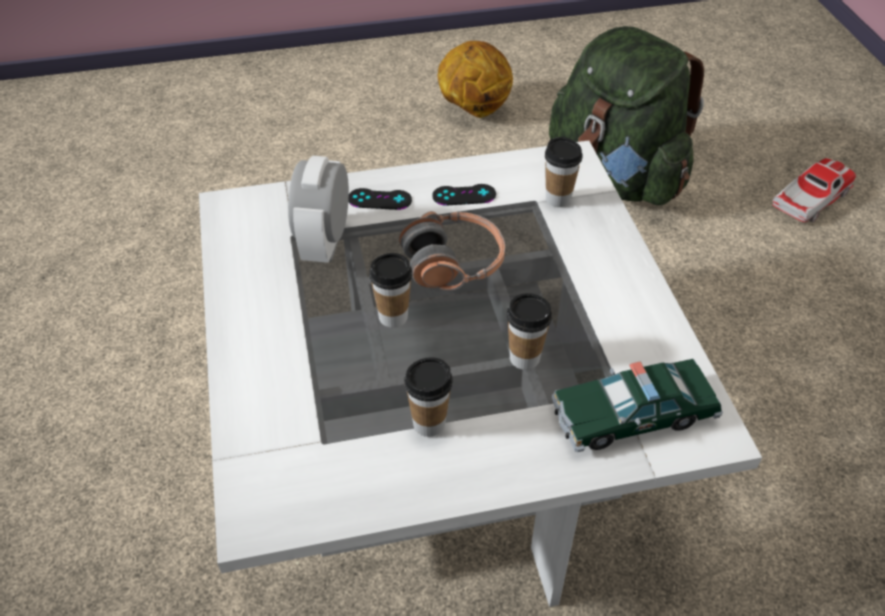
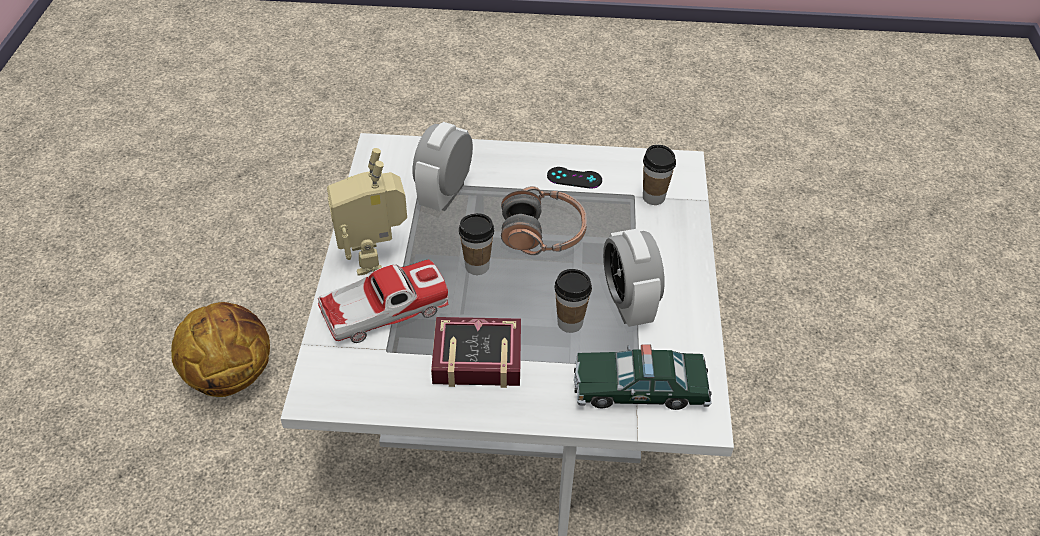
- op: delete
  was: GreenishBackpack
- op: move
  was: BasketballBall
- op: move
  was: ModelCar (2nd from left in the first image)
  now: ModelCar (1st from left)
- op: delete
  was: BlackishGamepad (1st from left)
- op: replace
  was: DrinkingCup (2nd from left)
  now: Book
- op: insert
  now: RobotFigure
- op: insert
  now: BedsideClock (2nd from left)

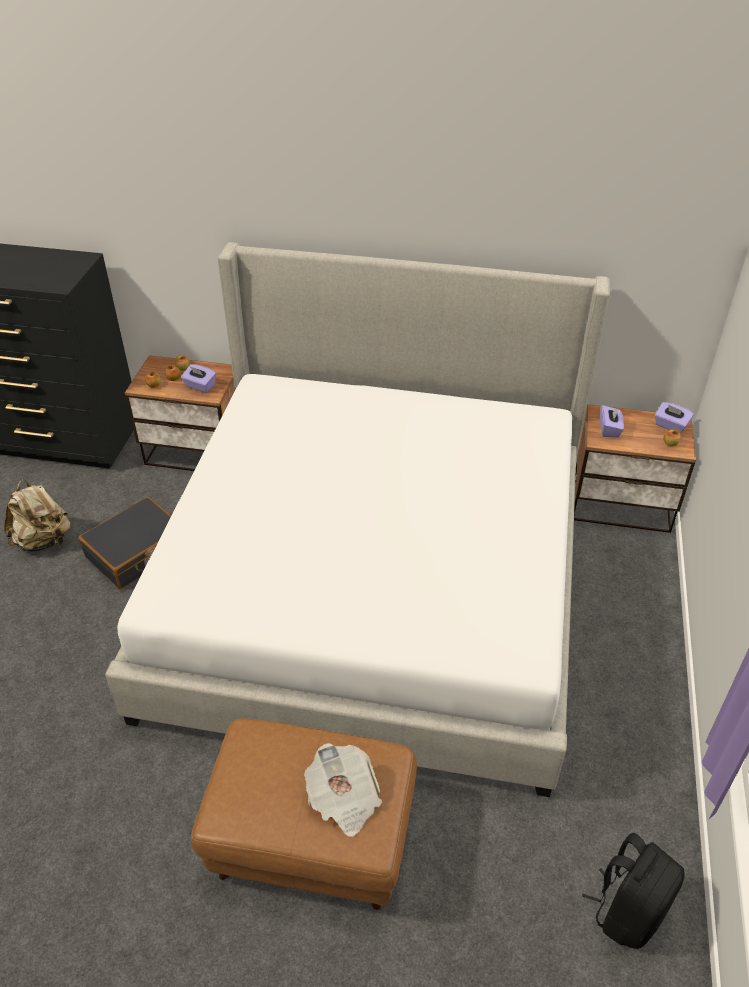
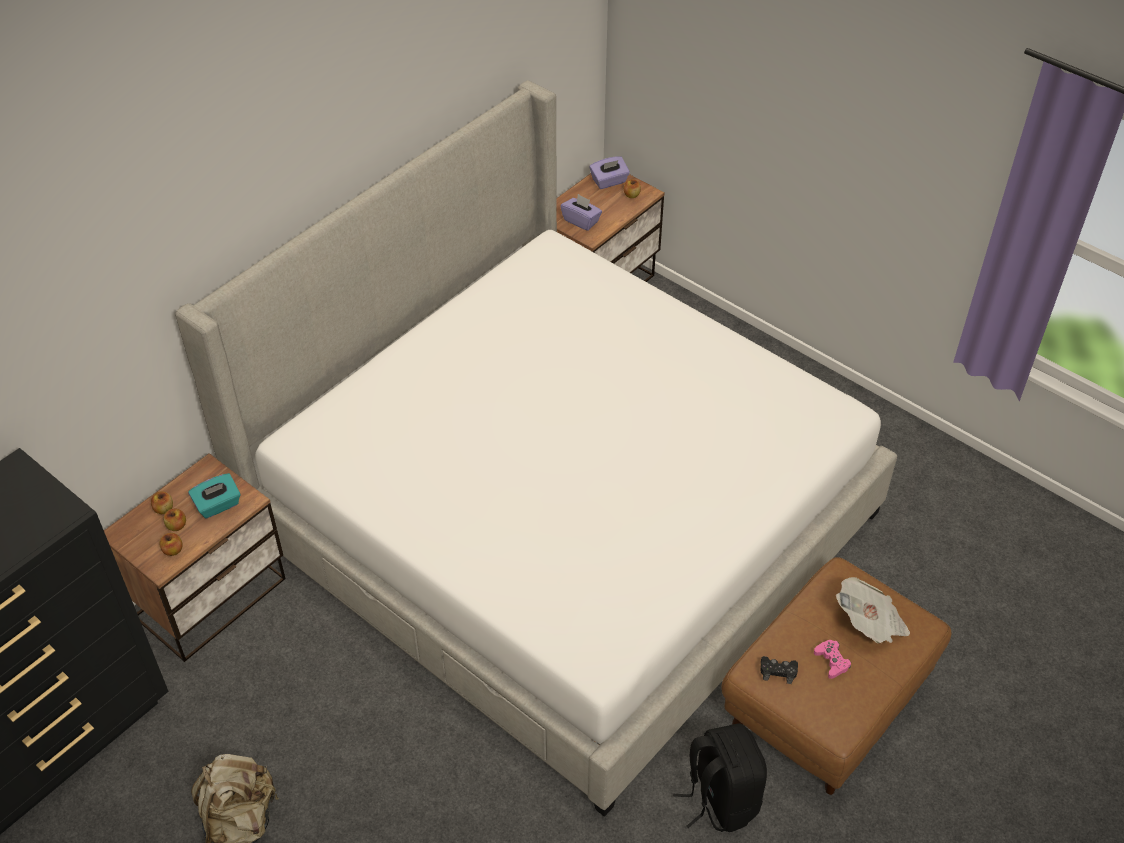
- op: recolor
  was: PurpleBoxOfTissues (1st from left)
  now: TurquoiseColouredBoxOfTissues
- op: delete
  was: BlackishPieceOfLuggage
- op: move
  was: BlackishBackpack
- op: insert
  now: PinkGamepad
- op: insert
  now: BlackishGamepad

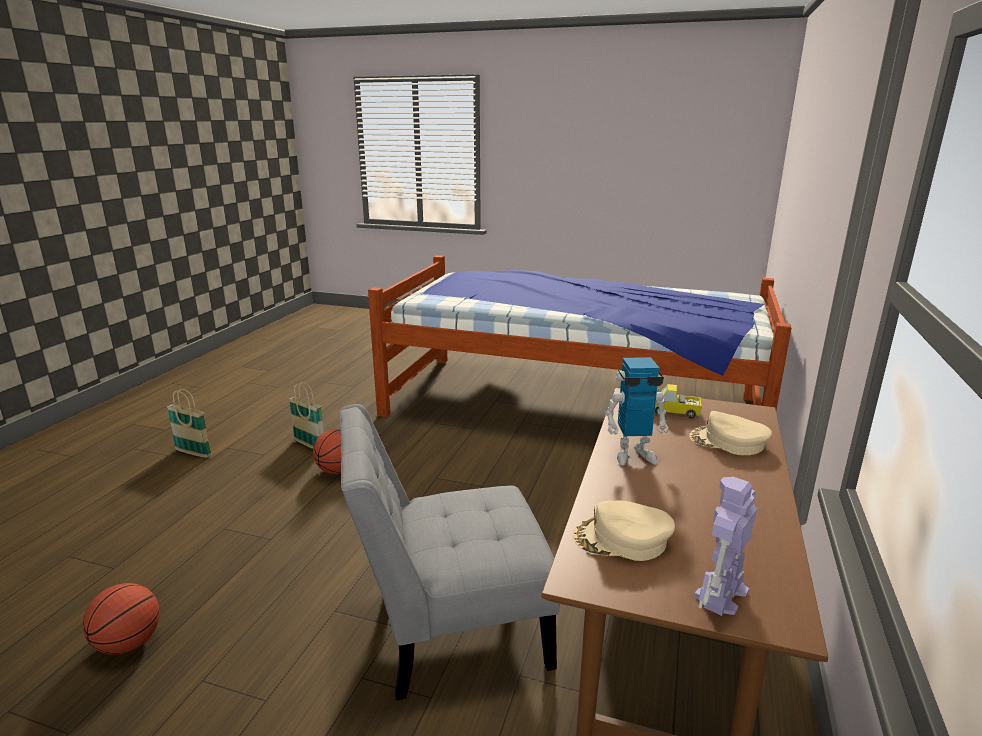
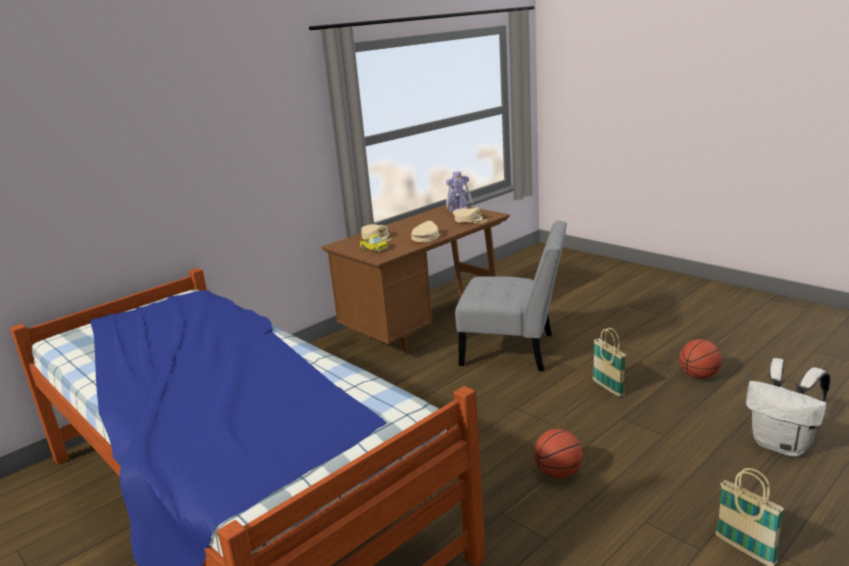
- op: replace
  was: RobotFigure (1st from left)
  now: BeigeColouredBaseballCap (2nd from left)
- op: move
  was: HouseholdBasket (2nd from left in the first image)
  now: HouseholdBasket (1st from left)
- op: insert
  now: WhiteColouredBackpack

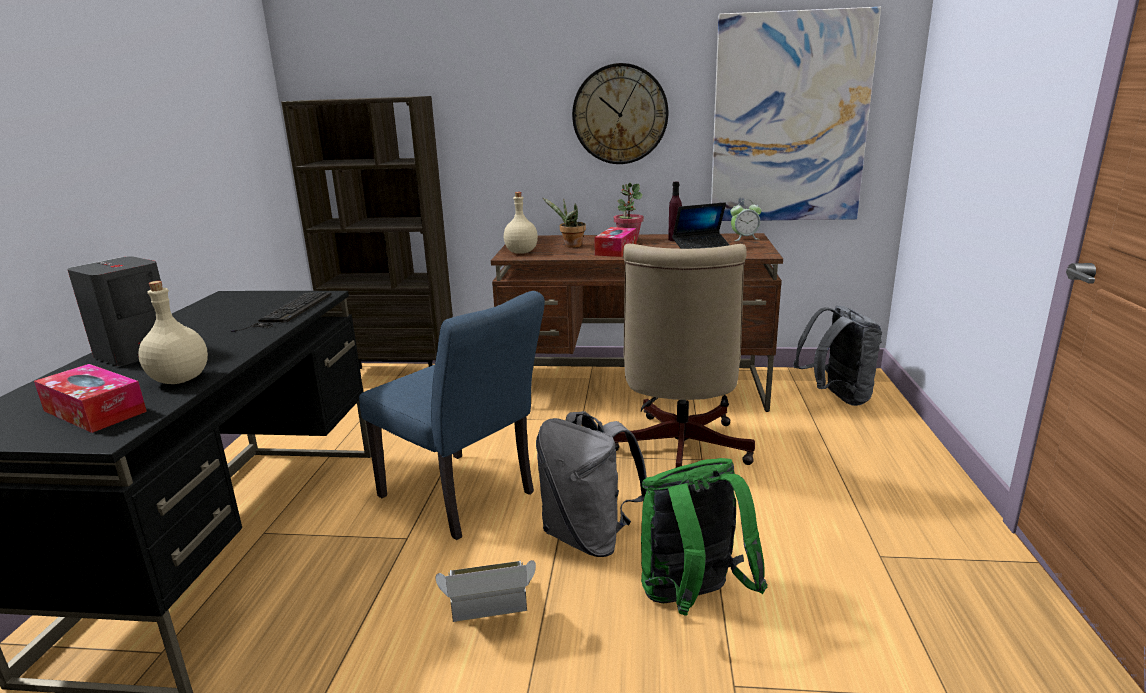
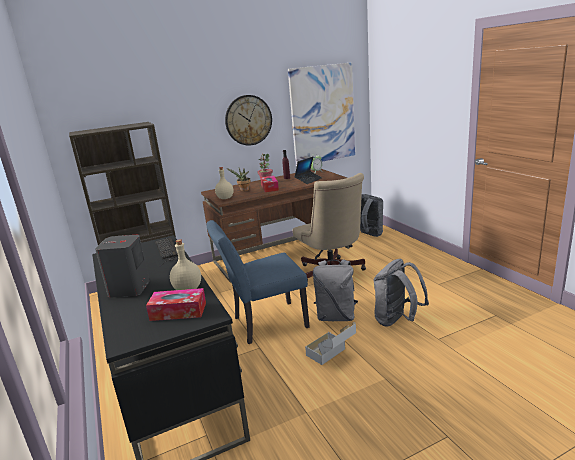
- op: rotate
  was: BluishChair
  clockwise: 150
- op: recolor
  was: GreenishBackpack
  now: GreyishBackpack (3rd from left)

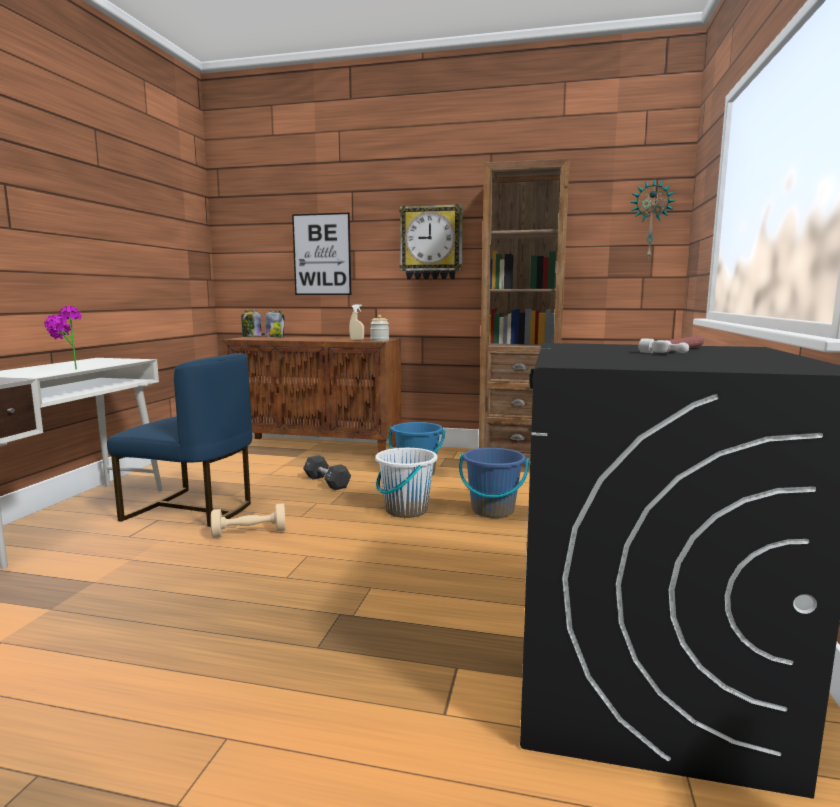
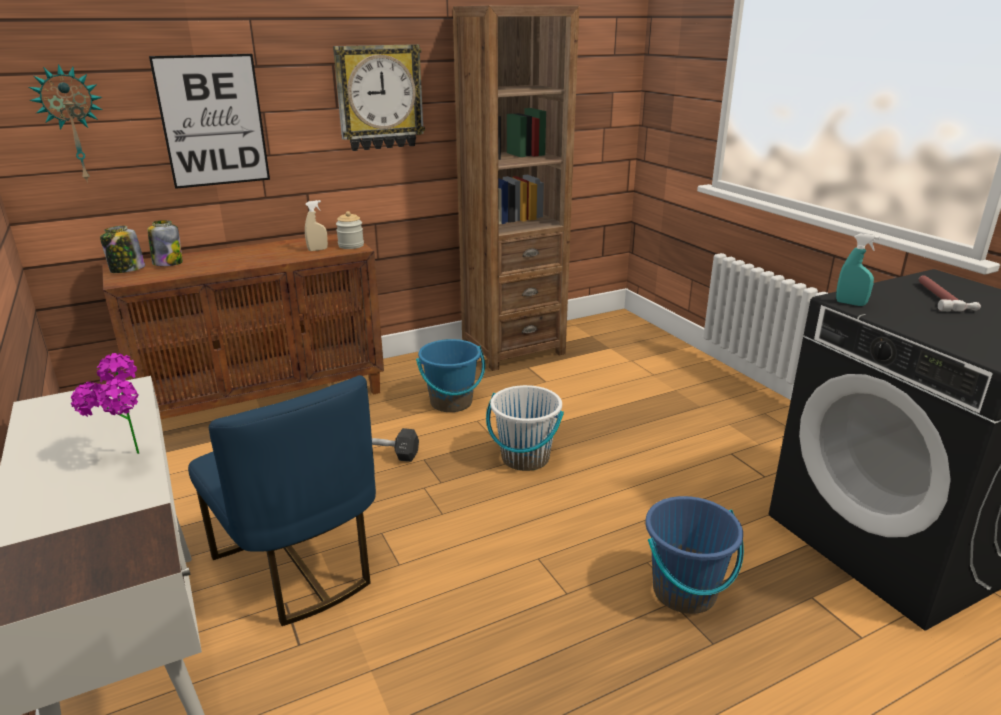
- op: move
  was: WallClock (2nd from left in the first image)
  now: WallClock (1st from left)
- op: rotate
  was: BluishChair
  clockwise: 75
- op: move
  was: BluishBucket (2nd from left)
- op: delete
  was: BeigeColouredHandWeight
- op: insert
  now: TurquoiseColouredSprayBottle

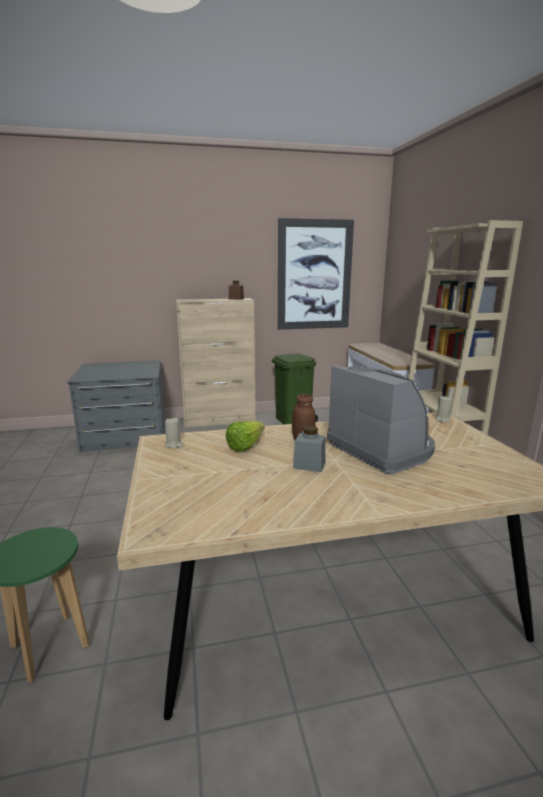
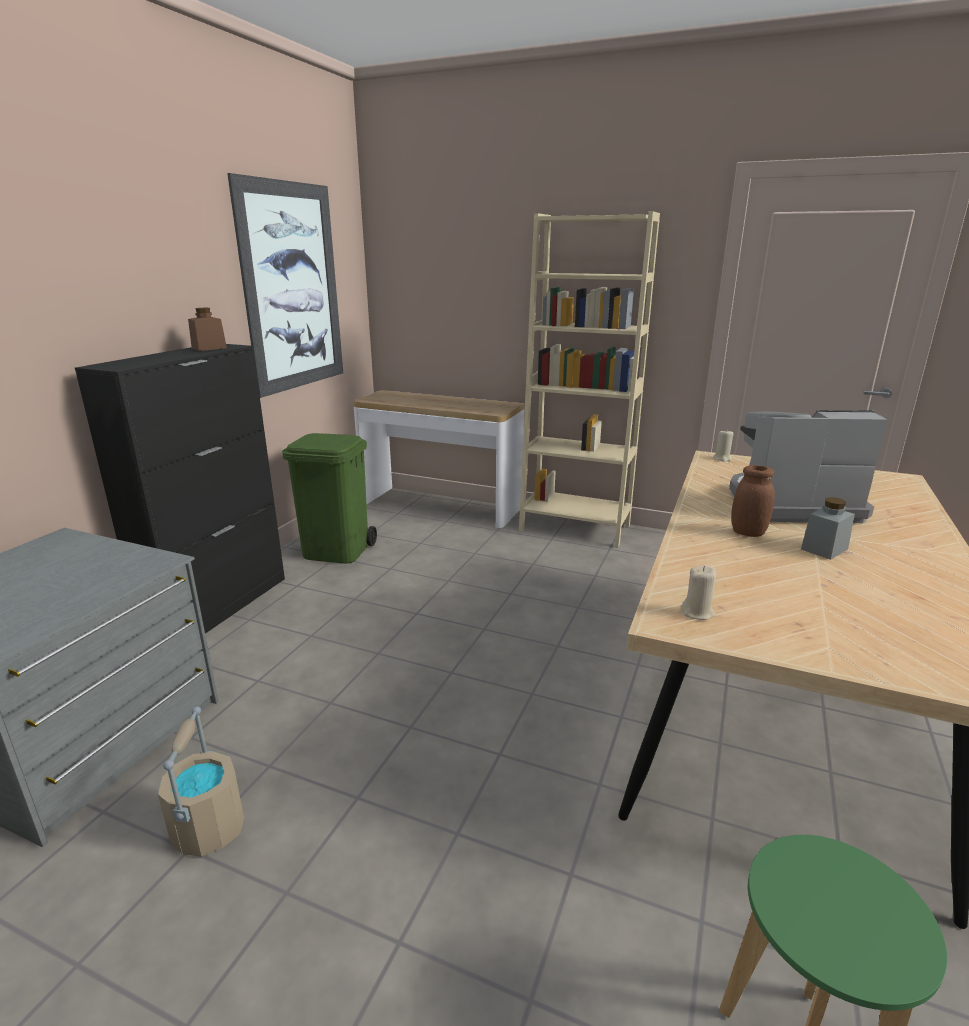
- op: recolor
  was: BeigeColouredCupboard
  now: BlackishCupboard
- op: delete
  was: Lettuce
- op: insert
  now: BeigeColouredBucket

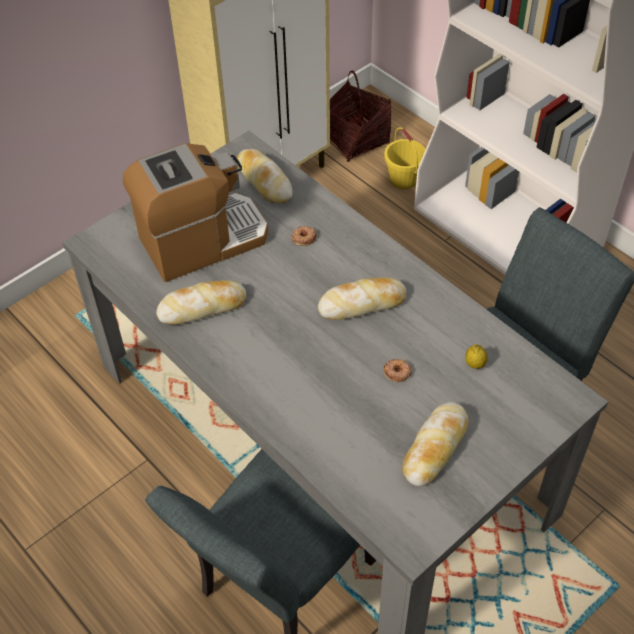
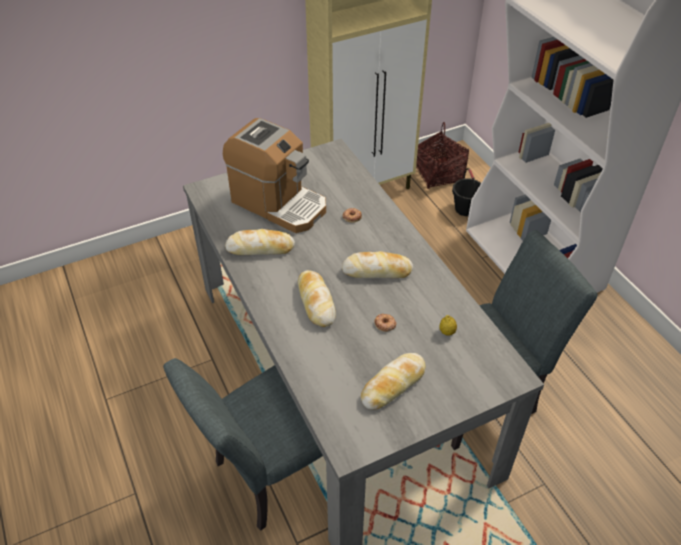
- op: recolor
  was: YellowishBucket
  now: BlackishBucket
- op: rotate
  was: CoffeeBrewer
  clockwise: 45
- op: move
  was: Bread (2nd from left)

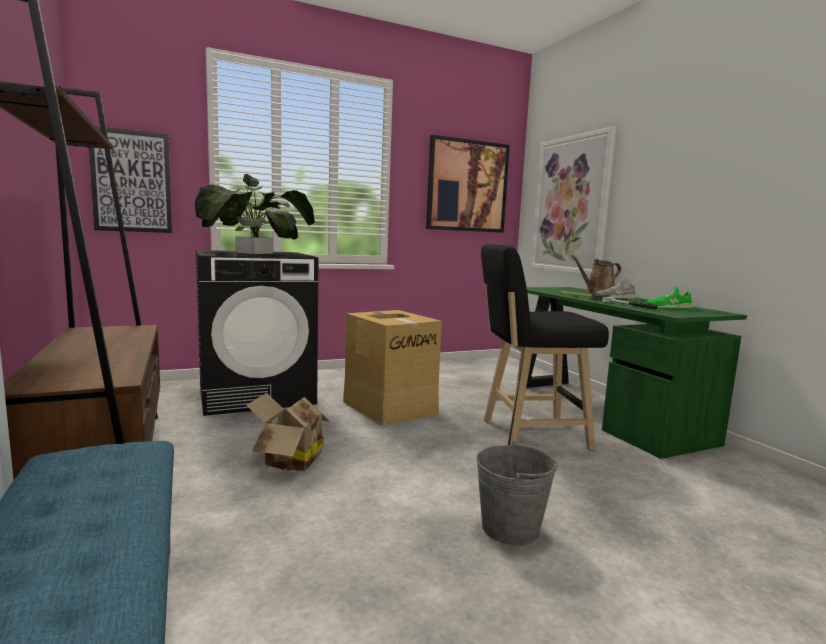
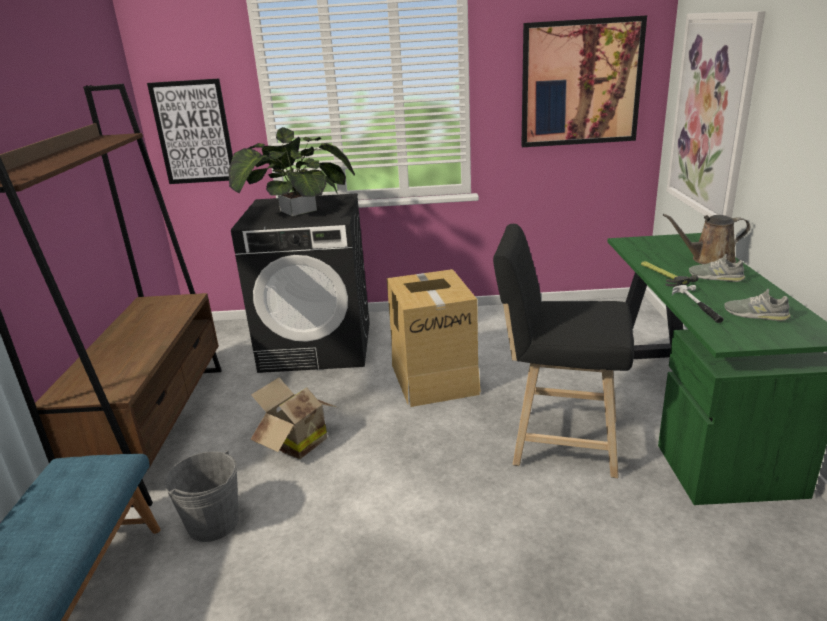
- op: recolor
  was: GreenishShoe
  now: GreyishShoe (2nd from left)
- op: move
  was: GreyishBucket

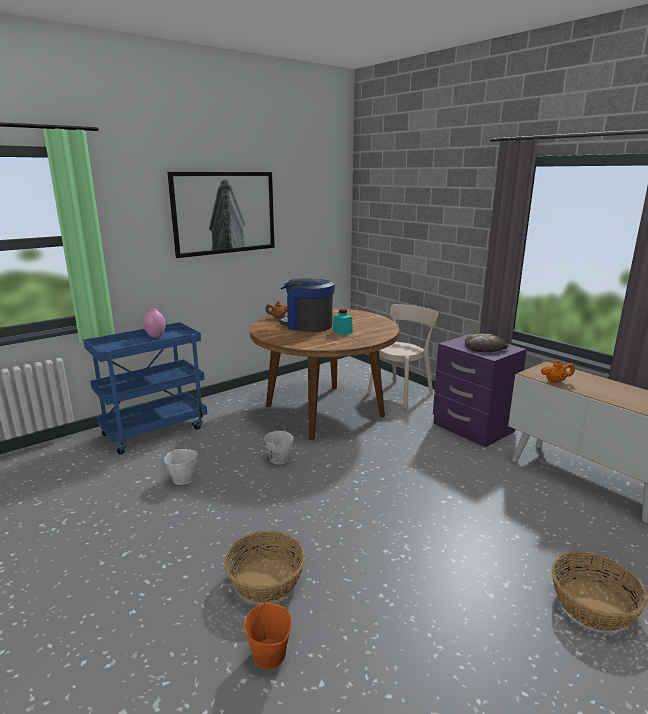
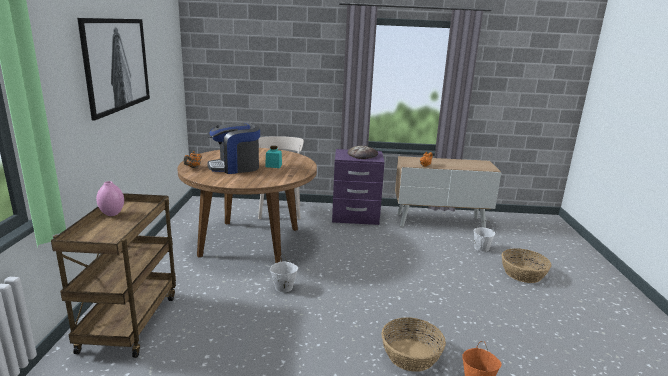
- op: recolor
  was: BluishTrolley
  now: BrownishTrolley
- op: move
  was: WhiteColouredBucket (1st from left in the first image)
  now: WhiteColouredBucket (2nd from left)

